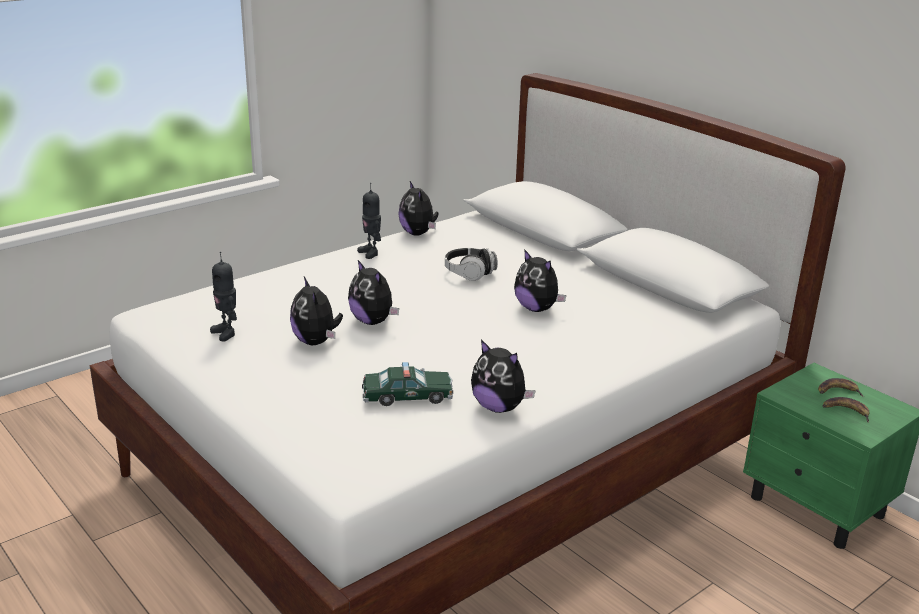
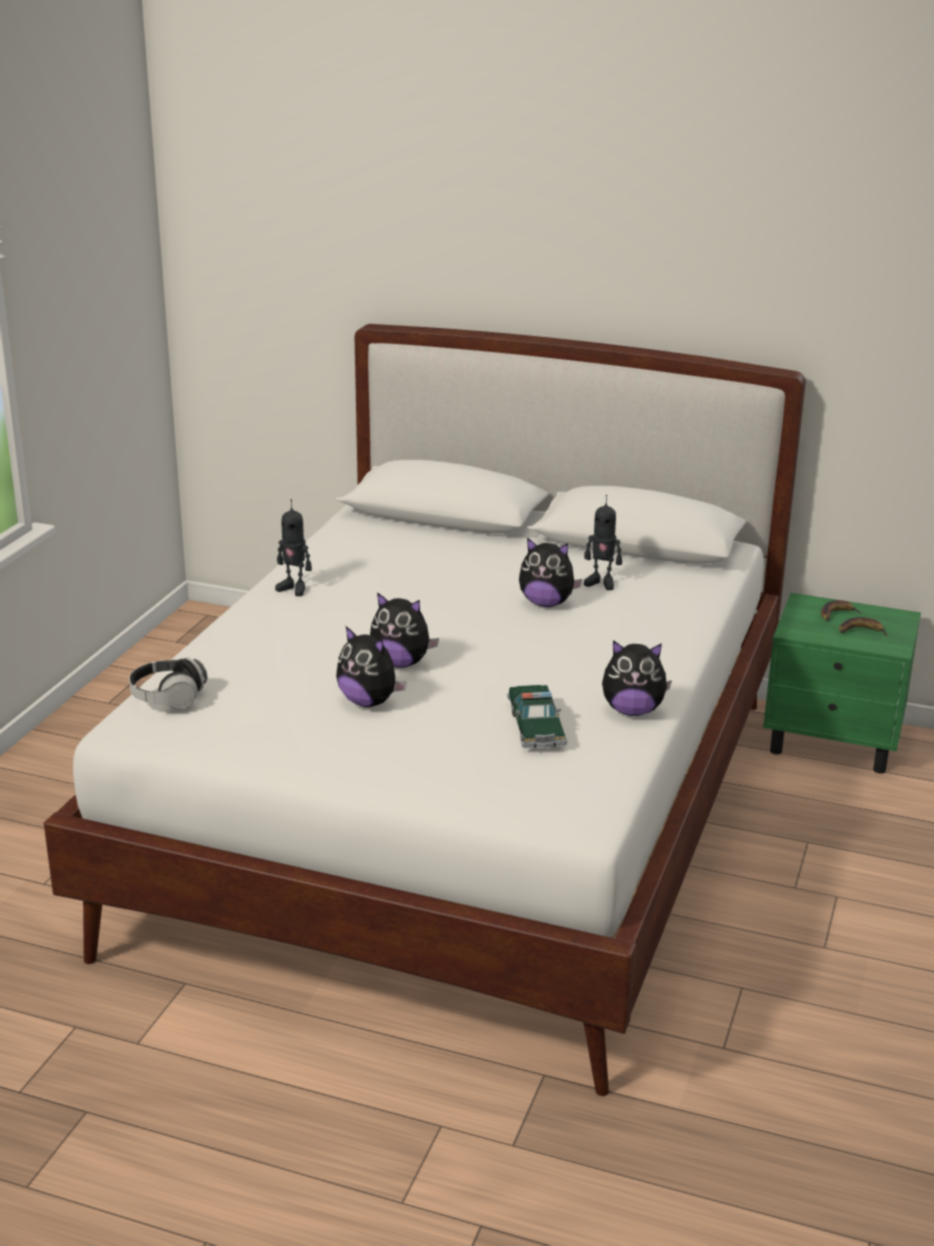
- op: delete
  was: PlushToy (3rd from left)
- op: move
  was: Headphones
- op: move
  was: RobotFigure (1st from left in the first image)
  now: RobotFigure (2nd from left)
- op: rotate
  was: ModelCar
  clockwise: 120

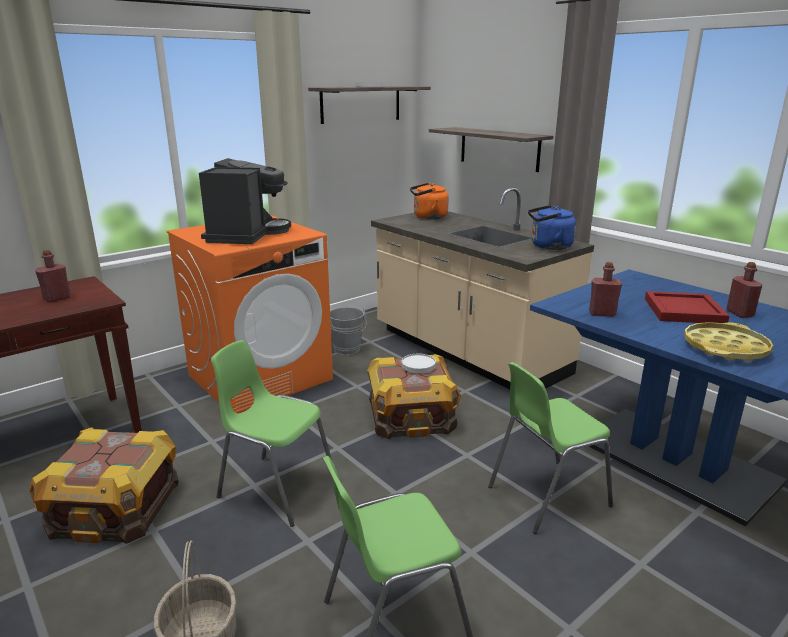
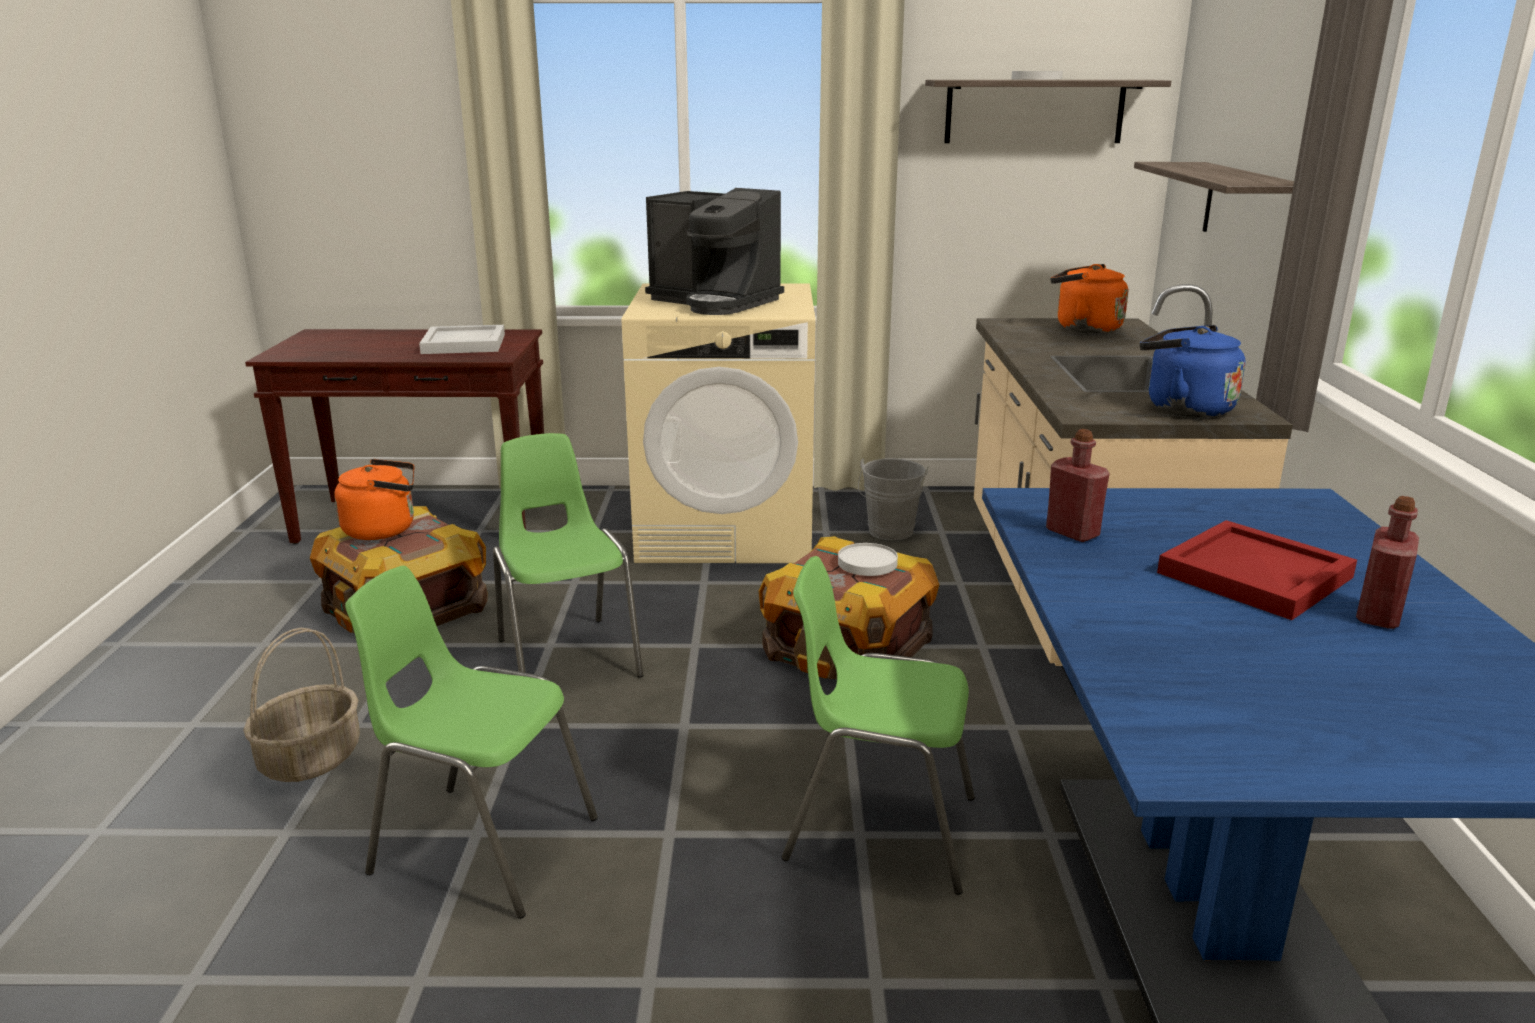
- op: rotate
  was: CoffeeBrewer
  clockwise: 75
- op: recolor
  was: OrangeyWashingMachine
  now: BeigeColouredWashingMachine
- op: replace
  was: RedDrinkBottle (1st from left)
  now: WhiteColouredTray
- op: delete
  was: YellowishTray
- op: insert
  now: OrangeyTeaKettle (1st from left)

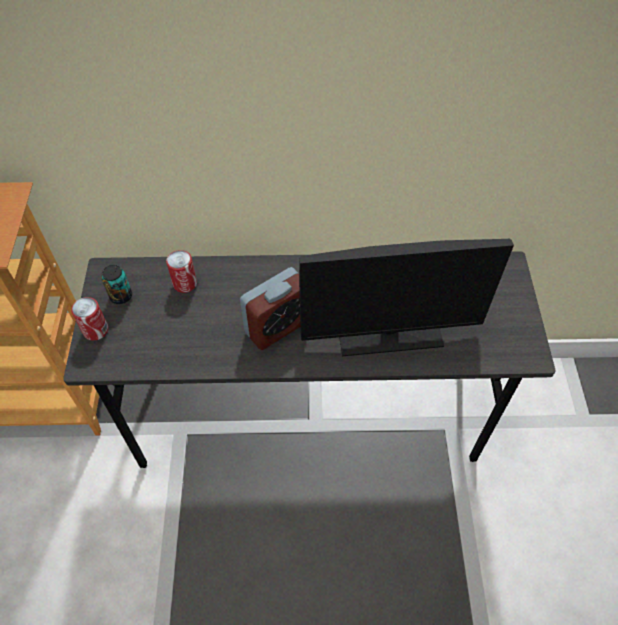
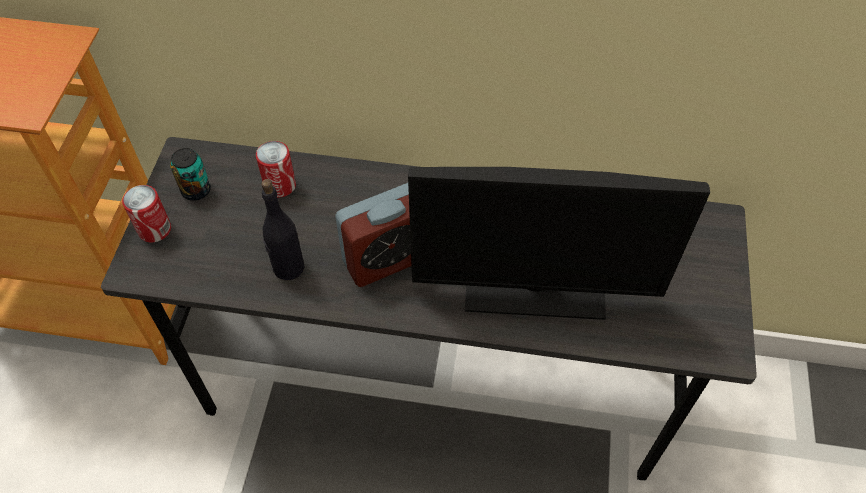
- op: insert
  now: BlackishDrinkBottle

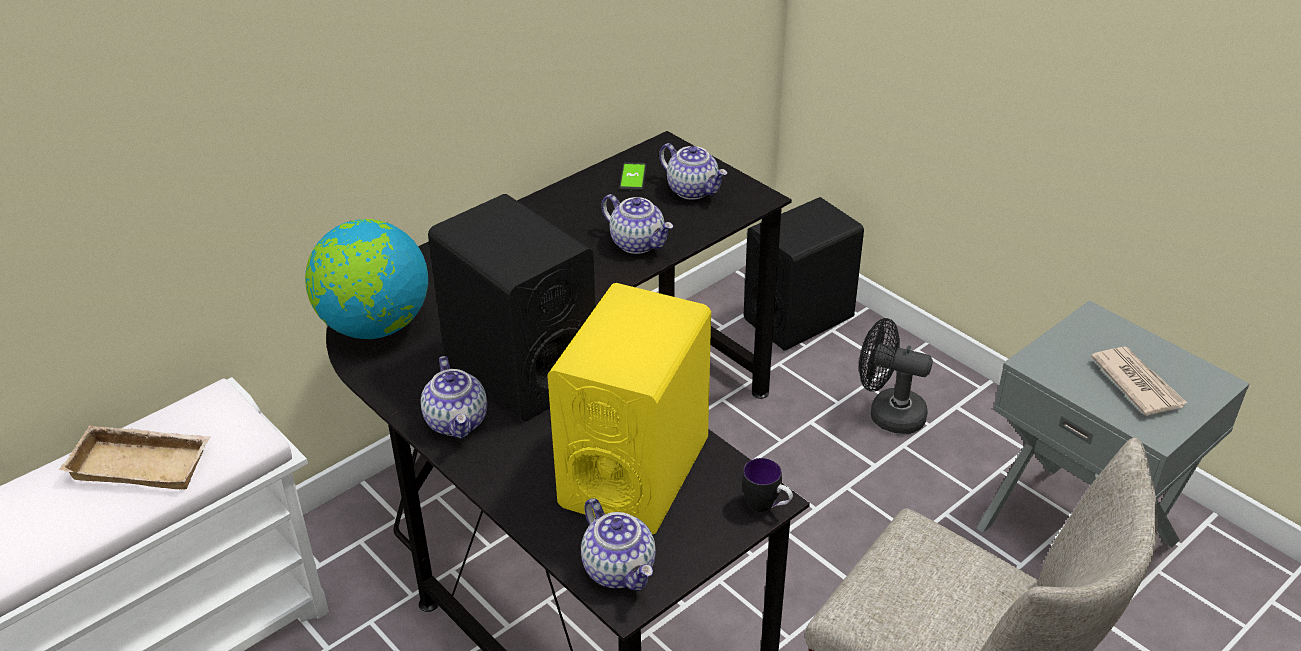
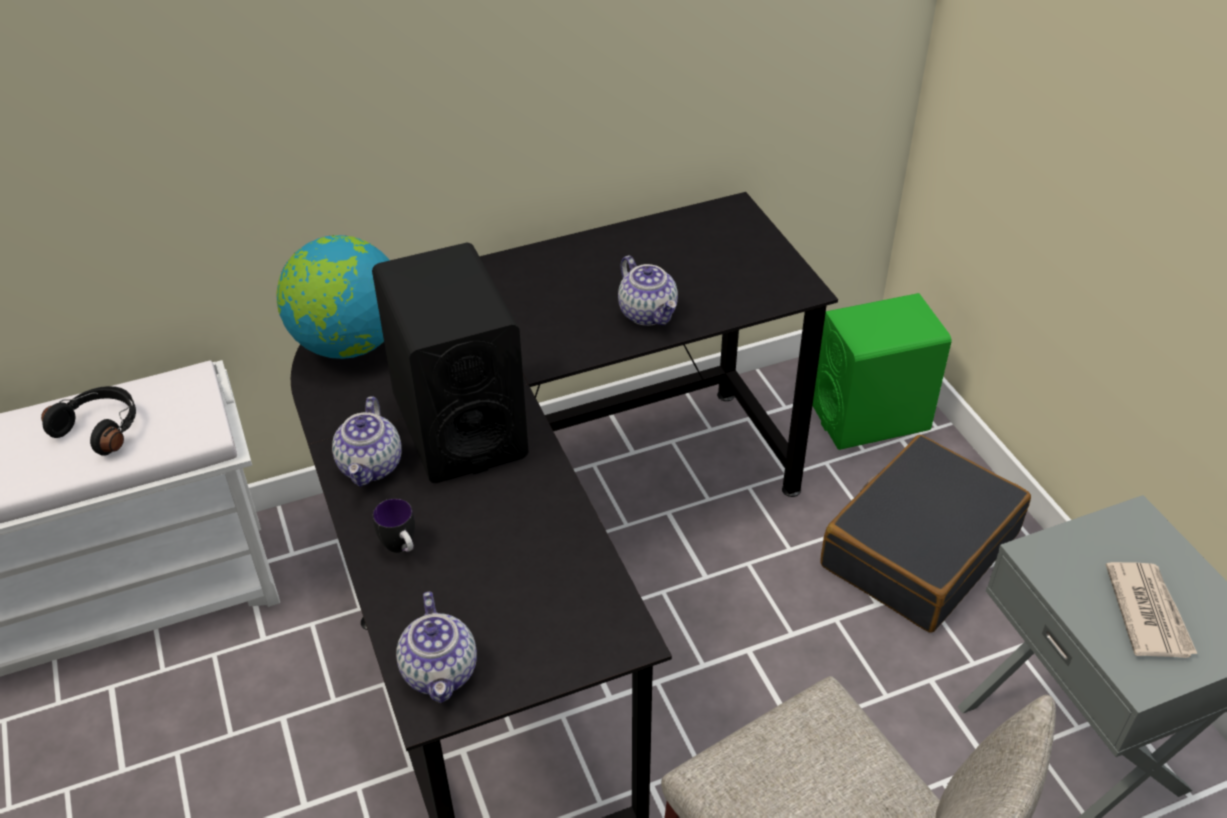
- op: delete
  was: Teapot (4th from left)
- op: delete
  was: Phone
- op: recolor
  was: BlackishAudioSpeaker (2nd from left)
  now: GreenishAudioSpeaker
- op: delete
  was: YellowishAudioSpeaker
- op: replace
  was: BlackishElectricFan
  now: BlackishPieceOfLuggage
- op: replace
  was: BeigeColouredTray
  now: BlackishHeadphones
- op: move
  was: CoffeeMug

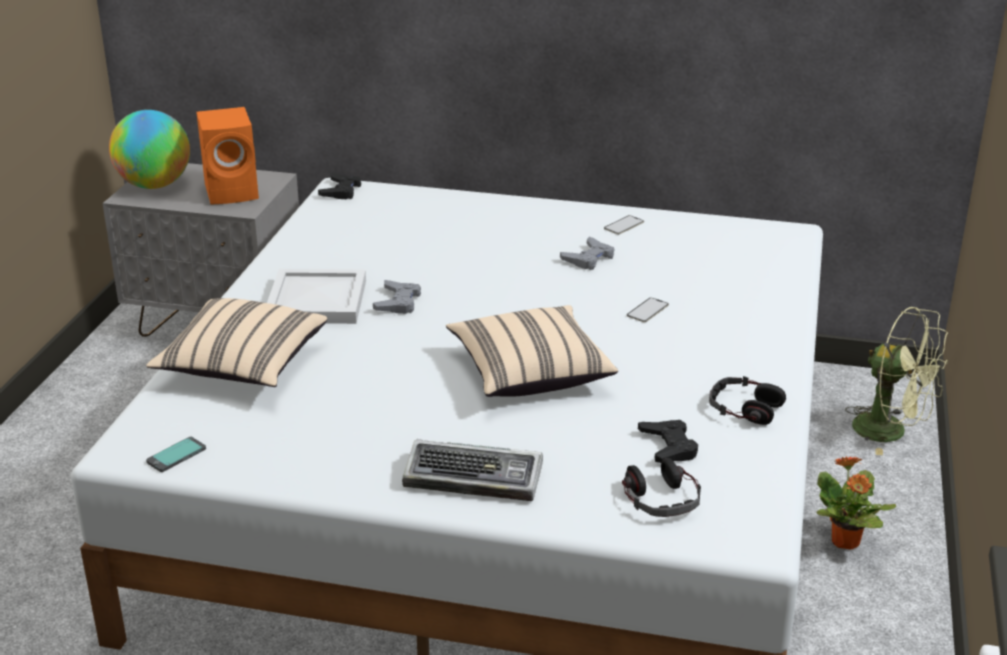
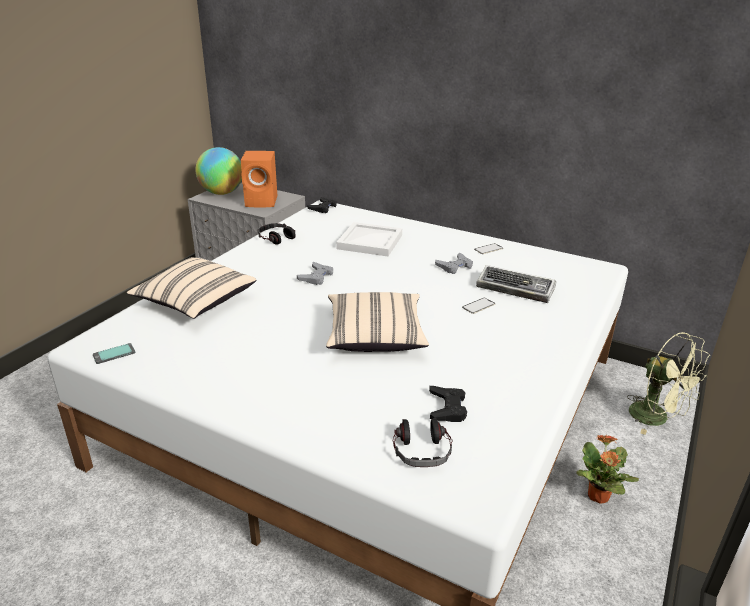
- op: move
  was: WhiteColouredTray
- op: move
  was: Headphones (2nd from left in the first image)
  now: Headphones (1st from left)
- op: move
  was: Keyboard

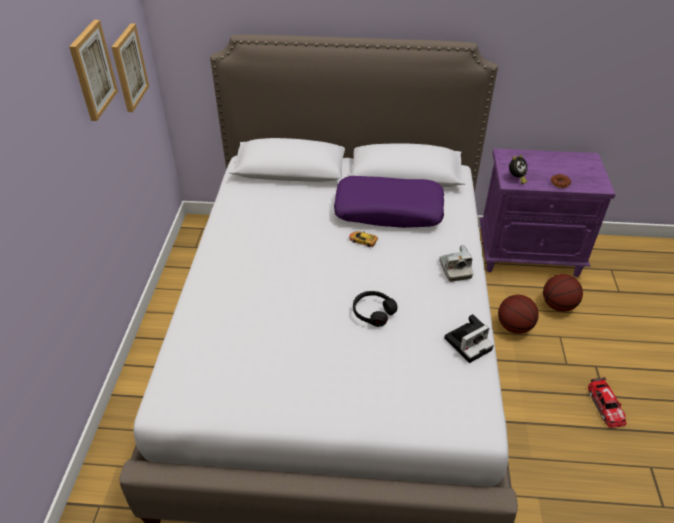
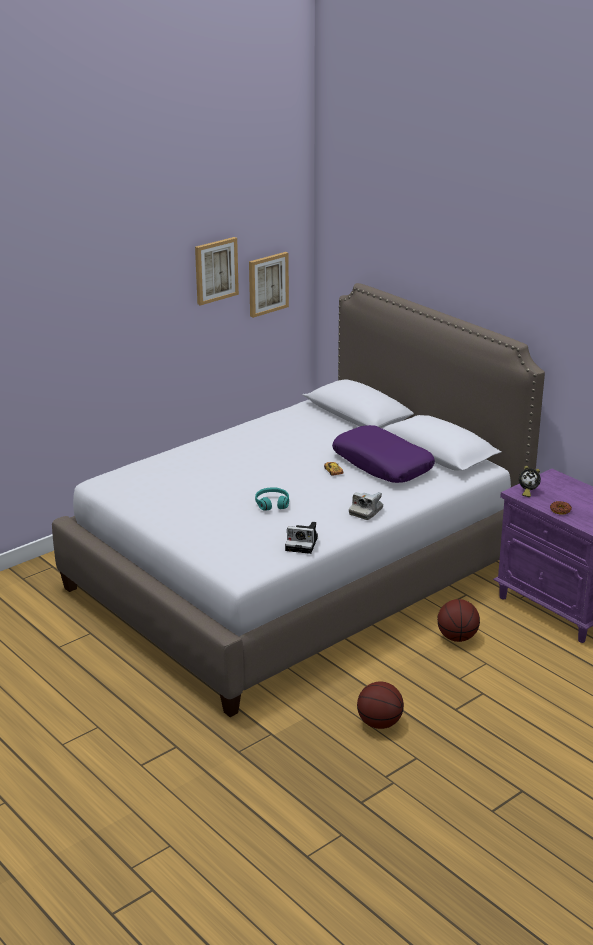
- op: move
  was: BasketballBall (2nd from left in the first image)
  now: BasketballBall (1st from left)
- op: recolor
  was: BlackishHeadphones
  now: TurquoiseColouredHeadphones
- op: delete
  was: ModelCar (2nd from left)

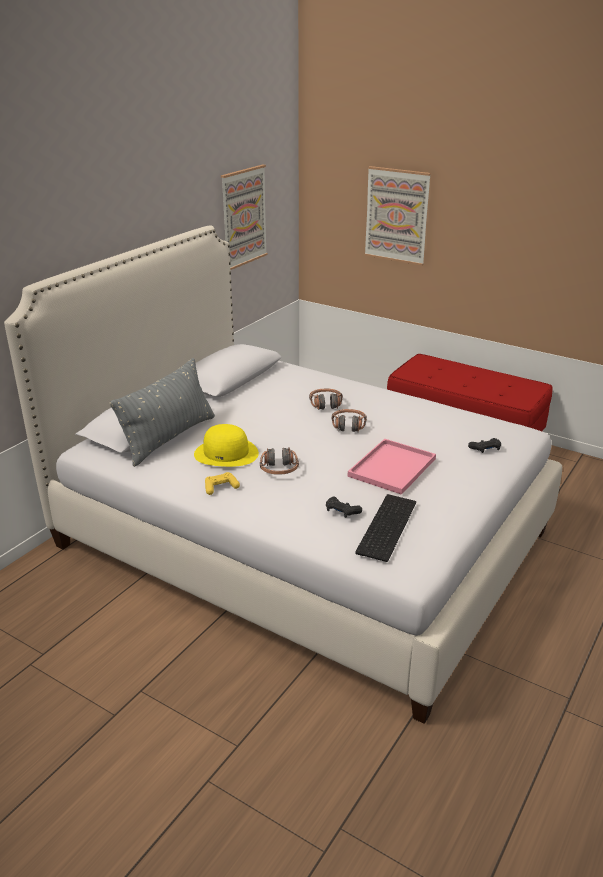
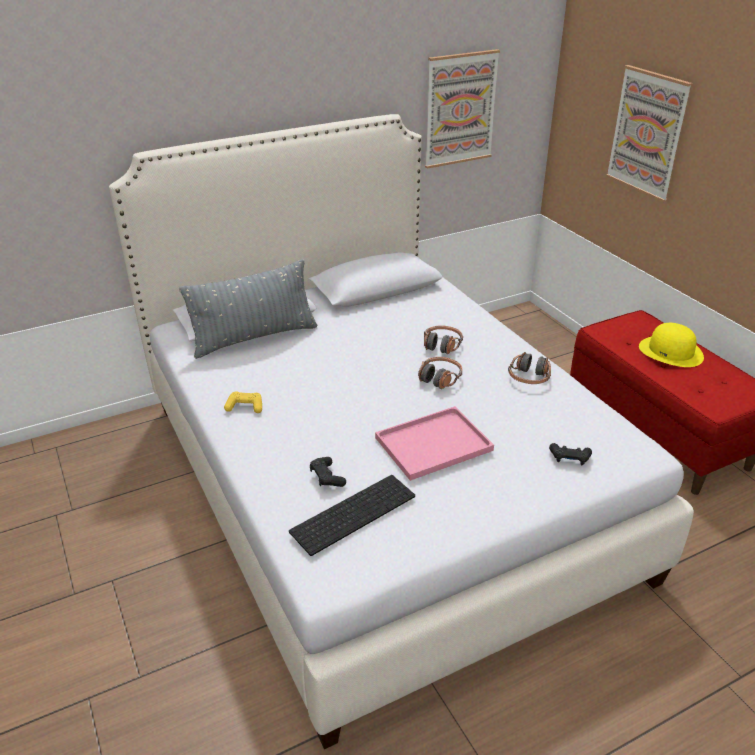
- op: move
  was: YellowishWearableHat
- op: move
  was: Headphones (1st from left in the first image)
  now: Headphones (3rd from left)

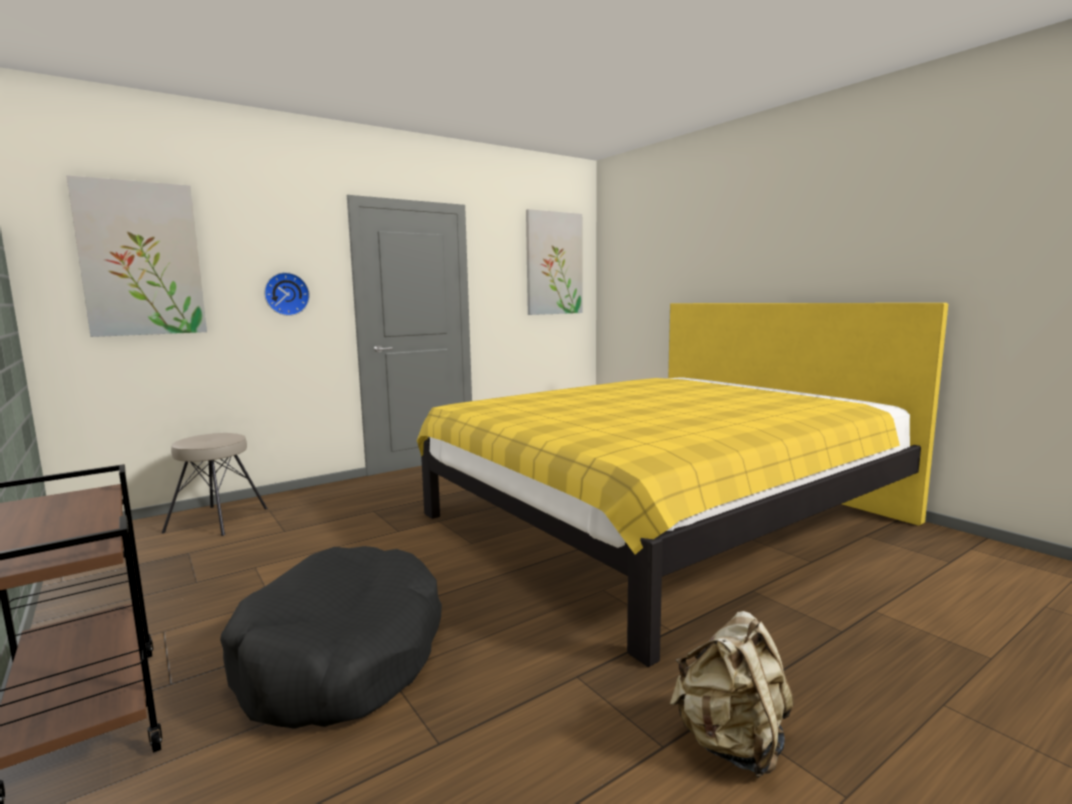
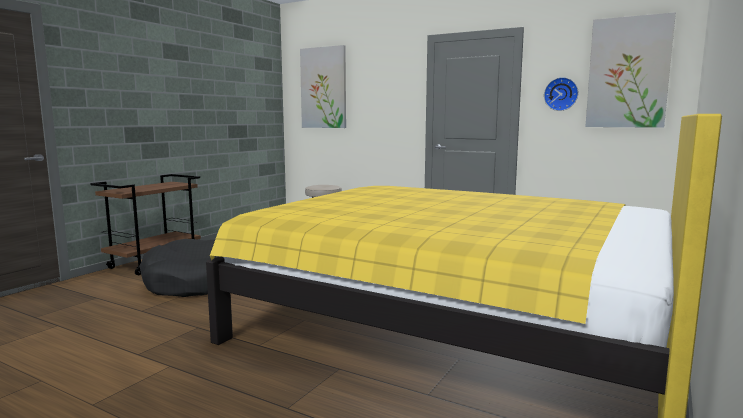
- op: move
  was: WallClock
- op: delete
  was: BeigeColouredBackpack

